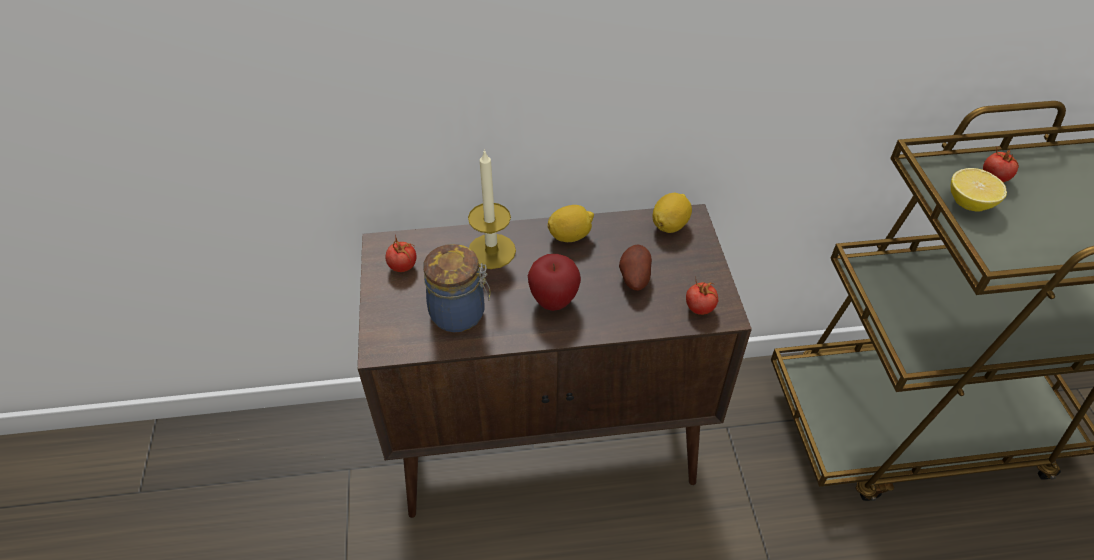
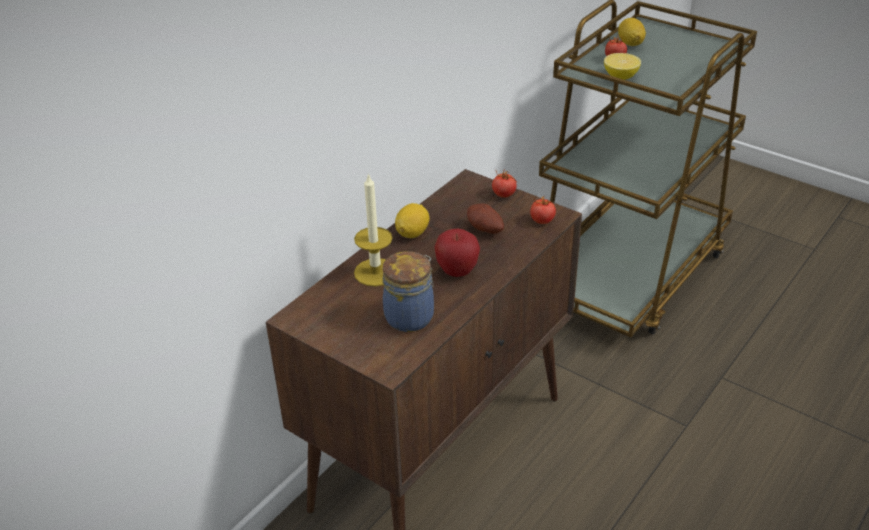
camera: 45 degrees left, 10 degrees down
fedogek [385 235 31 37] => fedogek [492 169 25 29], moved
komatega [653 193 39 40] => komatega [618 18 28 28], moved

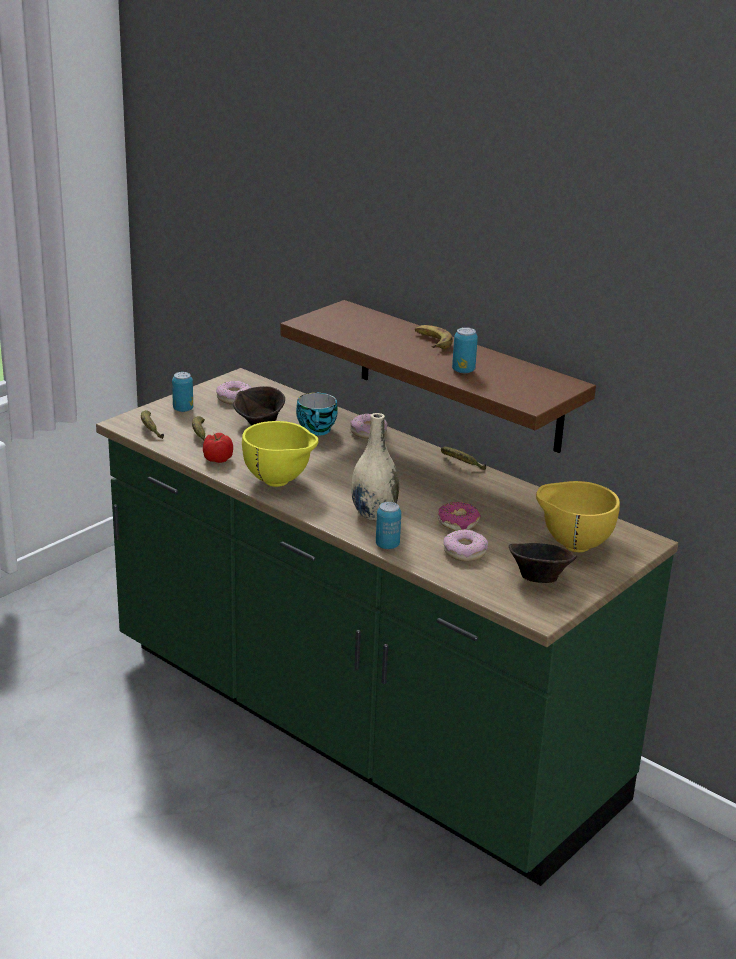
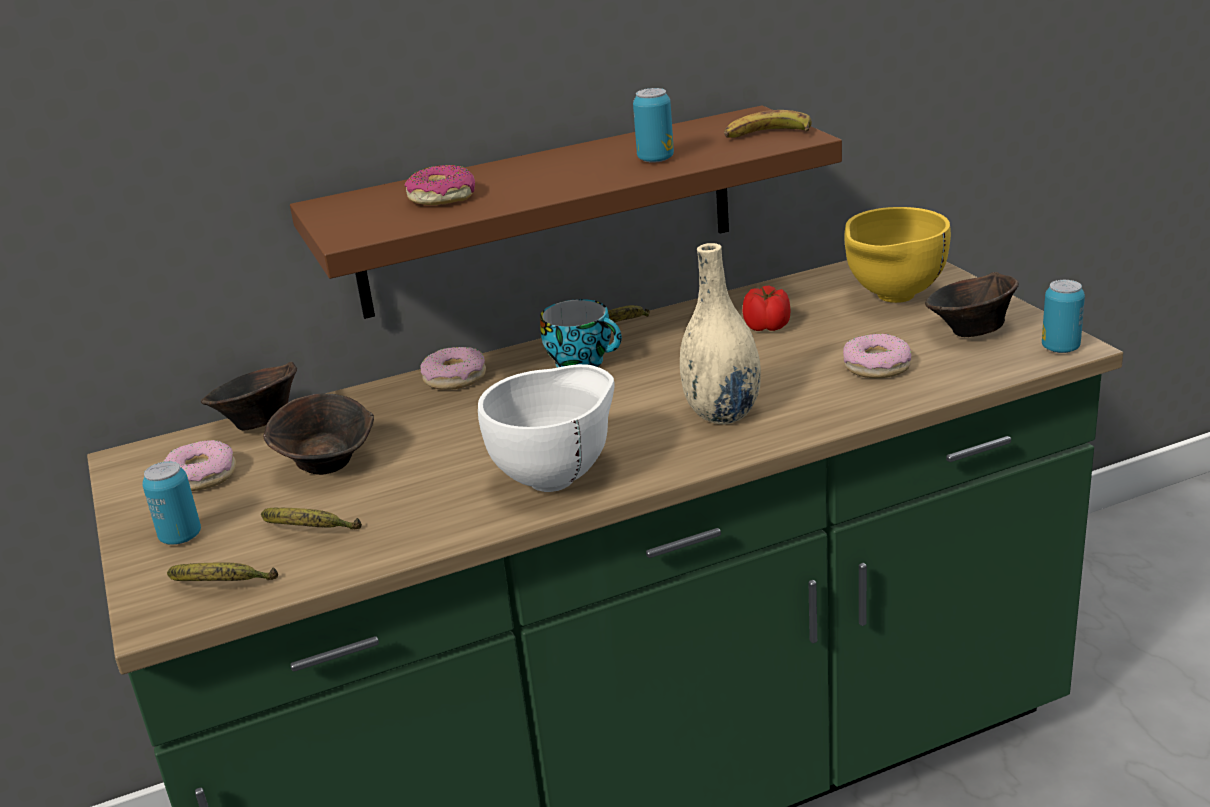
camera: 60 degrees left, 0 degrees up
fedogek [203 433 30 30] => fedogek [743 286 48 45], moved
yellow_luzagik [242 421 77 66] => white_luzagik [478 364 137 128]
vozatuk [296 393 42 43] => vozatuk [540 299 82 69], moved
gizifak [376 502 25 47] => gizifak [1042 280 43 73], moved
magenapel [415 325 38 24] => magenapel [724 110 88 28], moved
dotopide [438 502 43 29] => dotopide [405 165 70 40], moved
nothing => brown_luzagik [201 362 96 68]

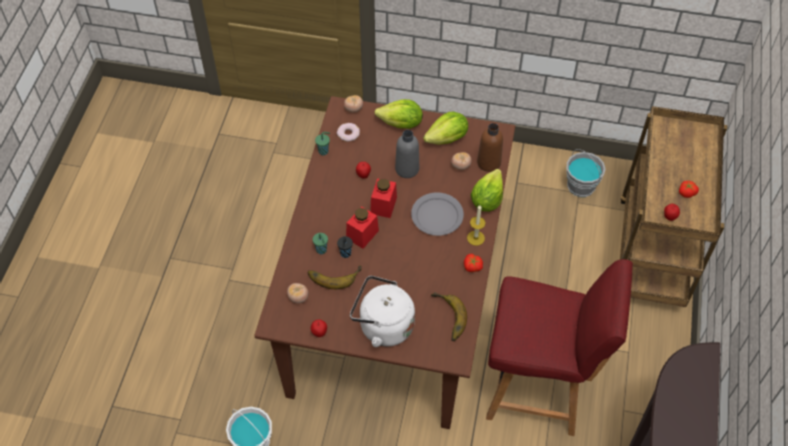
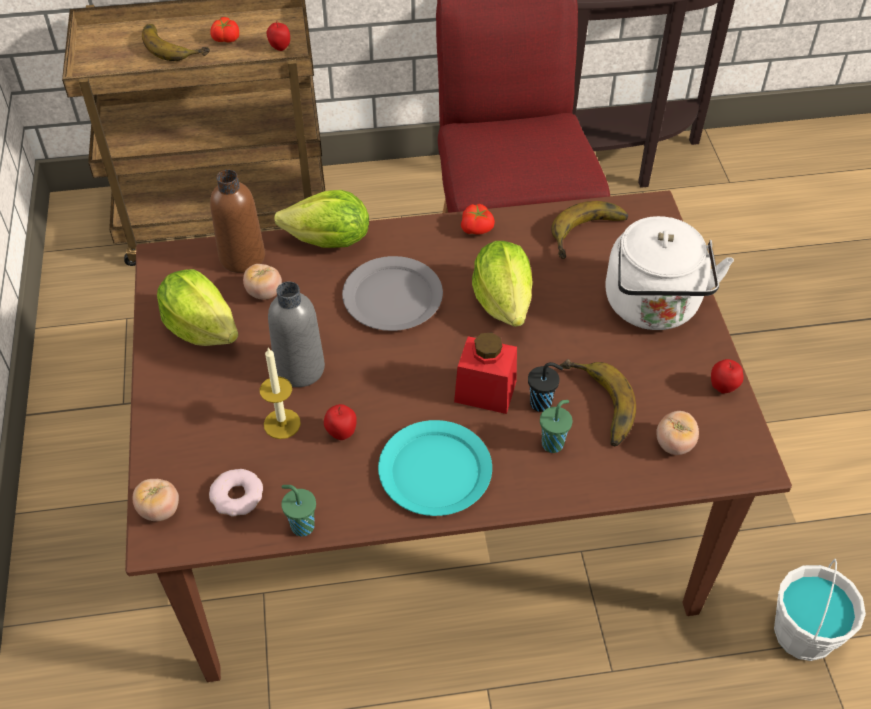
camera: 110 degrees left, 5 degrees down
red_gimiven [370 178 27 40] => nothing
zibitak [374 99 49 30] => zibitak [472 241 61 86], moved
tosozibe [467 205 19 41] => tosozibe [260 347 41 92], moved
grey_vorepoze [567 149 38 48] => nothing
nothing => magenapel [142 24 68 37]
nothing => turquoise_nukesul [378 420 114 96]

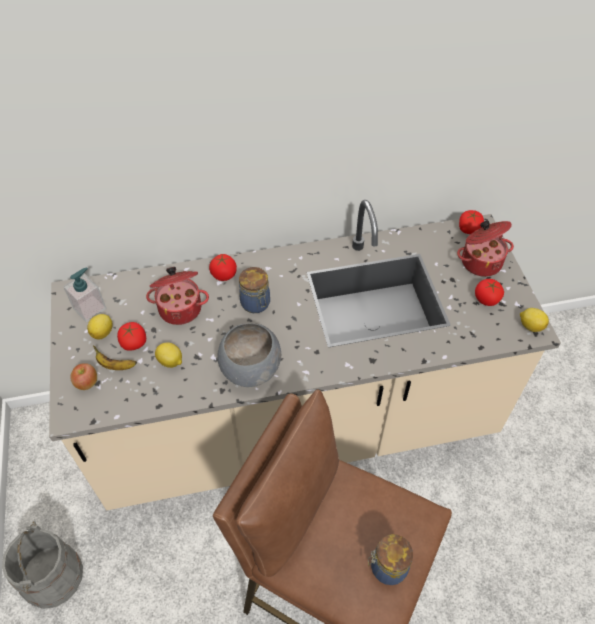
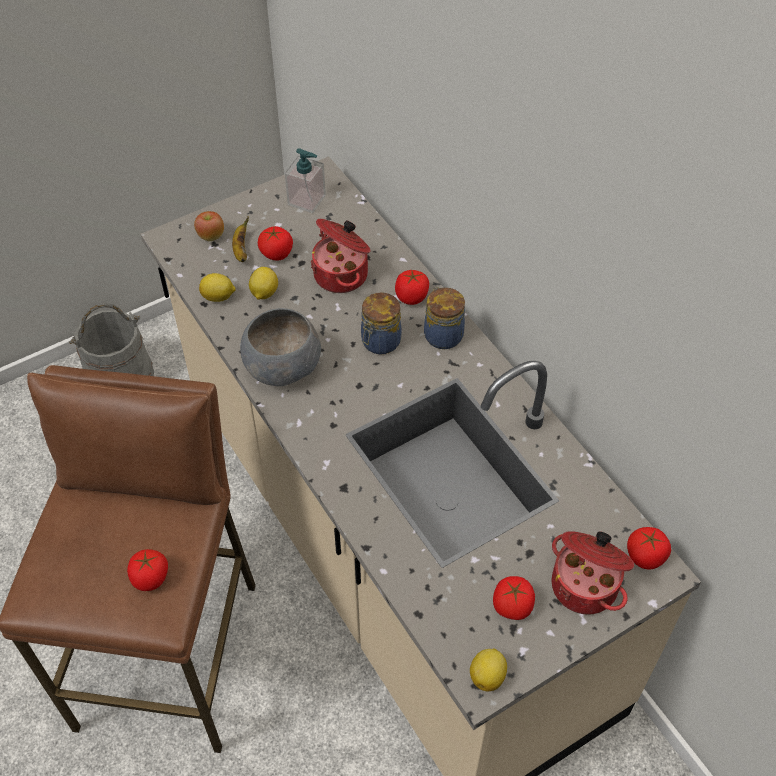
camera: 70 degrees right, 0 degrees up
komatega [87 314 25 26] => komatega [199 273 37 29], moved
gimiven [368 534 45 51] => gimiven [424 287 41 62], moved
nothing => fedogek [127 549 41 42]

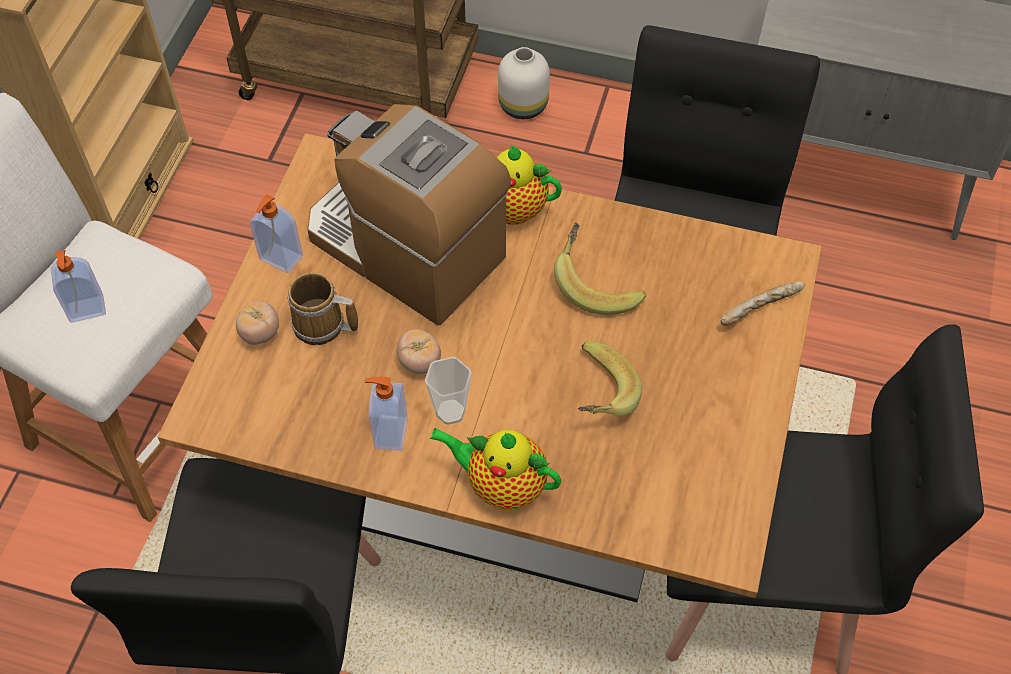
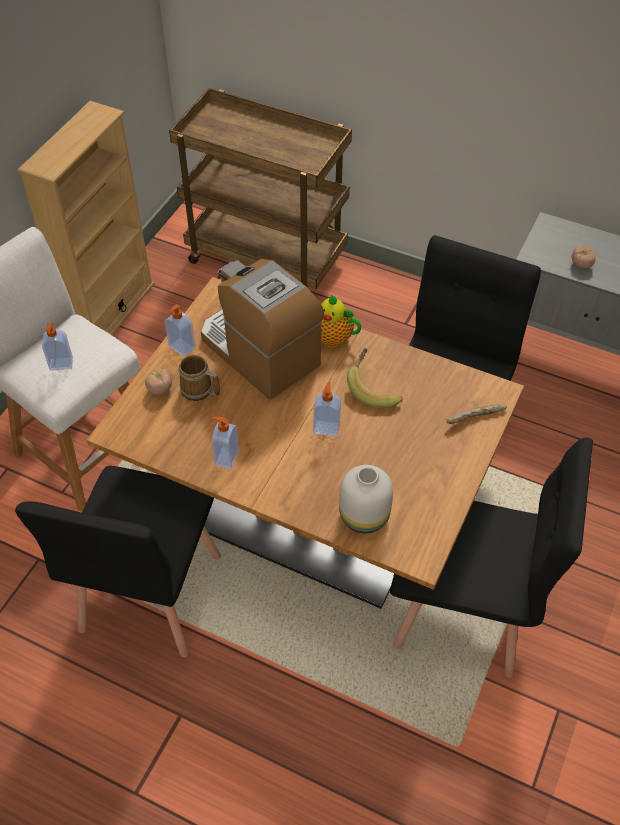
camera: 10 degrees right, 5 degrees down
fedogek [397 329 44 45] => fedogek [572 246 24 23], moved
vozatuk [425 357 47 68] => nothing
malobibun [430 428 131 82] => nothing
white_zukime [498 47 52 72] => white_zukime [339 465 54 68], moved
magenapel [578 341 64 75] => nothing
nothing => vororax [313 382 28 54]

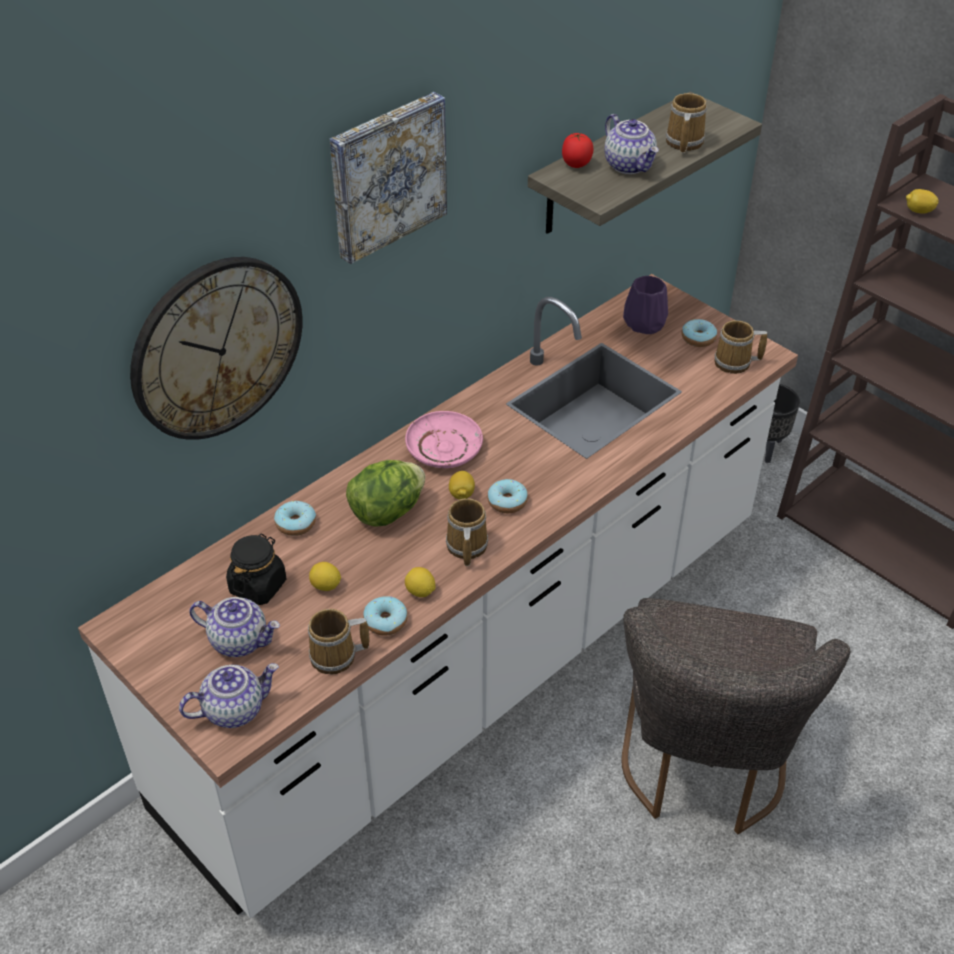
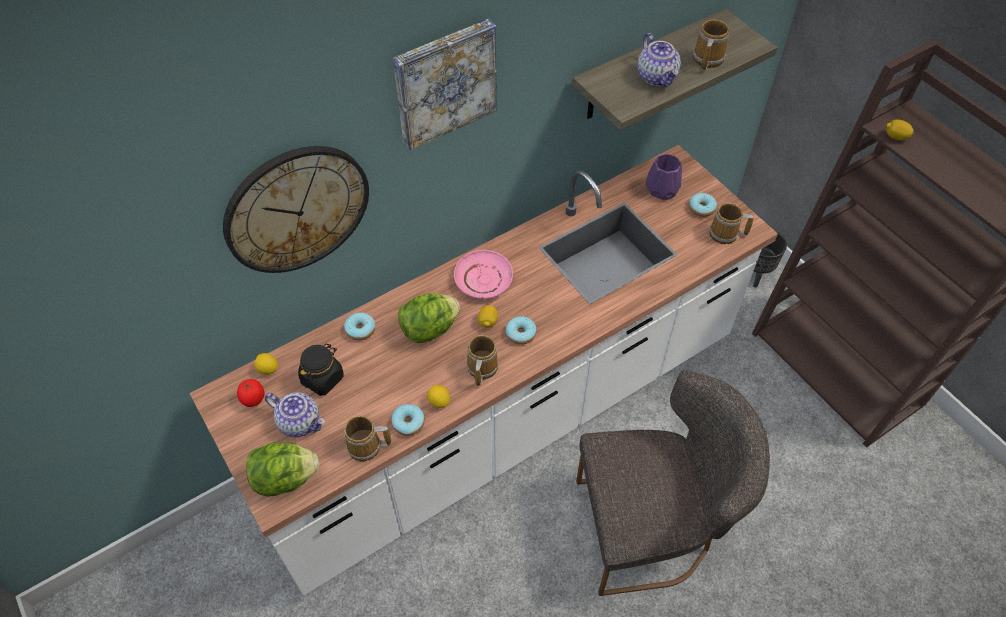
camera: 10 degrees right, 10 degrees up
malobibun [179 663 100 65] => zibitak [246 442 73 55]
komatega [309 562 32 29] => komatega [254 353 24 22], moved
fedogek [562 133 32 35] => fedogek [237 379 27 28], moved
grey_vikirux [621 598 229 236] => grey_vikirux [576 370 194 226], 120 degrees counterclockwise

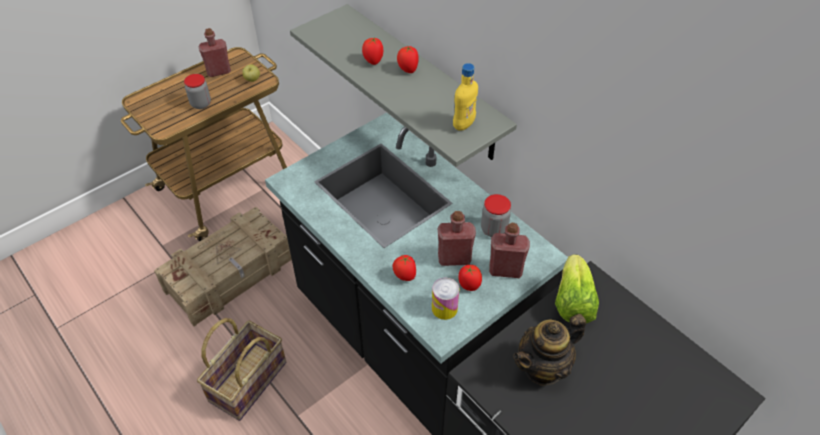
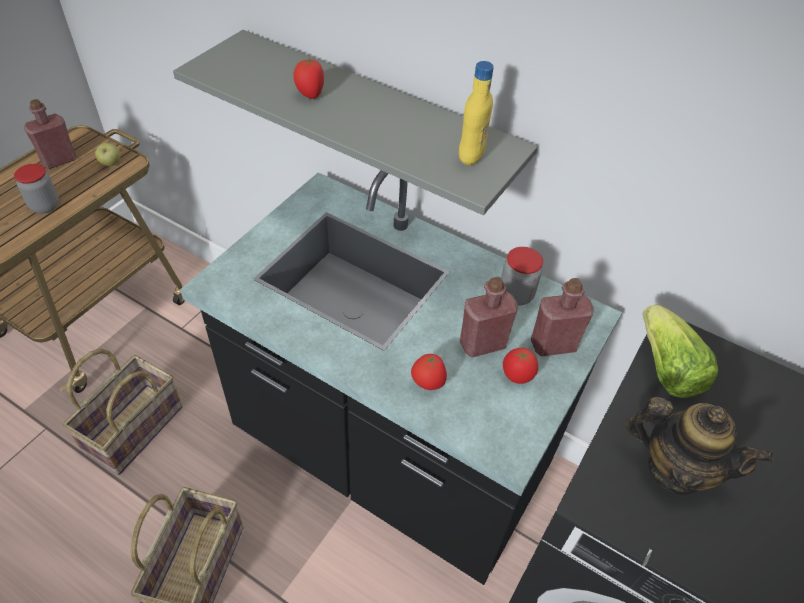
camera: 20 degrees left, 0 degrees up
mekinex [154 207 138 120] => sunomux [63 349 120 126]
fedogek [397 46 22 27] => nothing
gizifak [432 278 28 42] => nothing
malobibun [513 314 73 72] => malobibun [625 397 149 98], 105 degrees counterclockwise

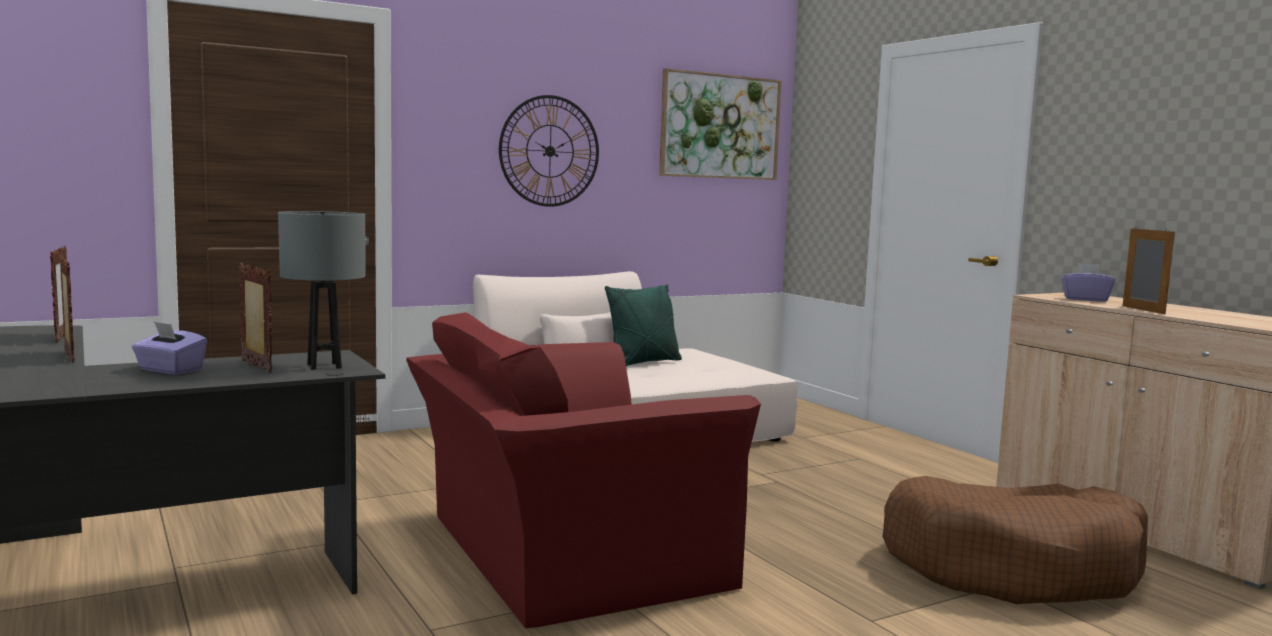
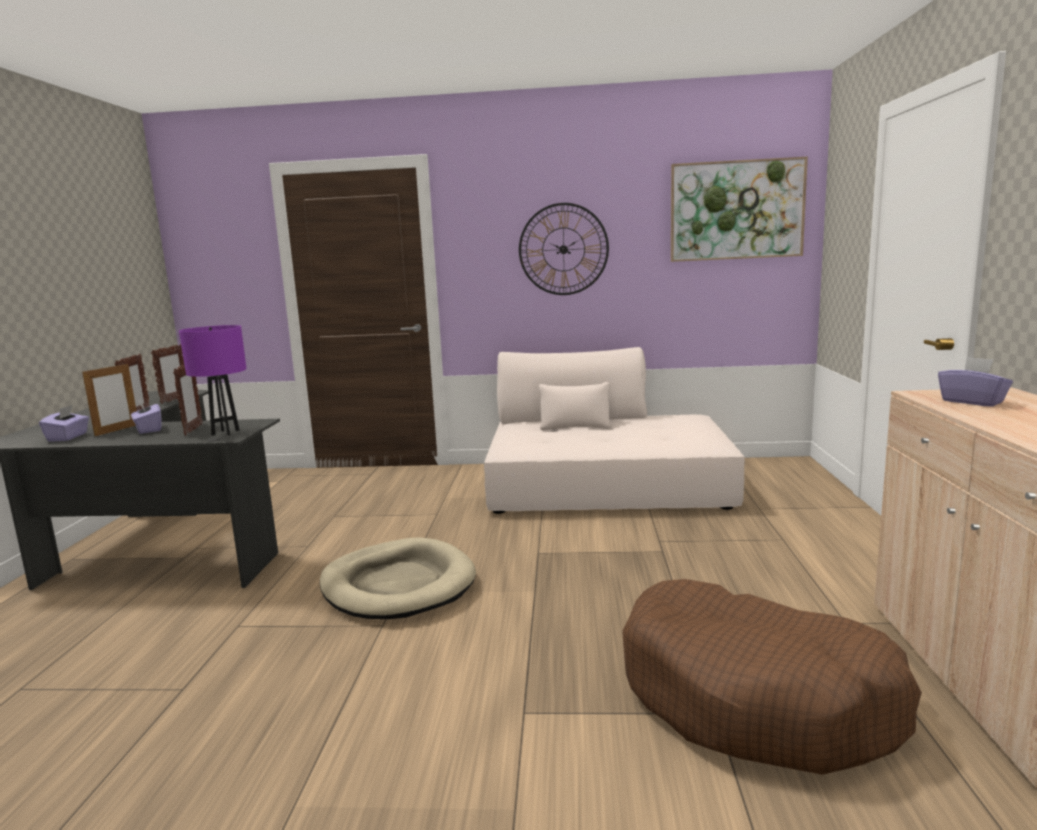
camera: 35 degrees right, 5 degrees up
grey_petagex [278 211 87 159] => purple_petagex [179 325 68 110]
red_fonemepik [406 312 355 316] => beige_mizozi [320 537 156 82]
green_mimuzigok [605 284 77 82] => nothing
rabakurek [1123 226 52 88] => rabakurek [82 364 54 72], moved
nothing => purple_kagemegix [39 405 50 37]

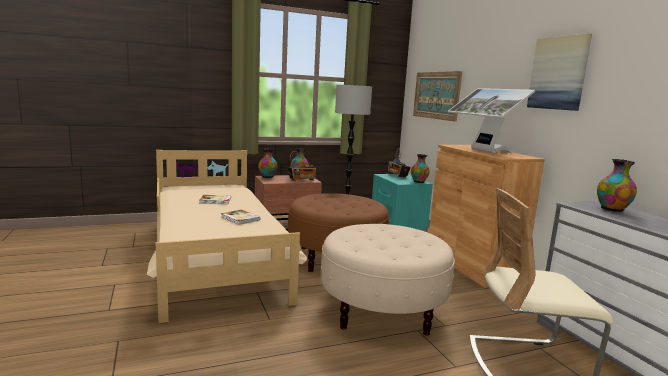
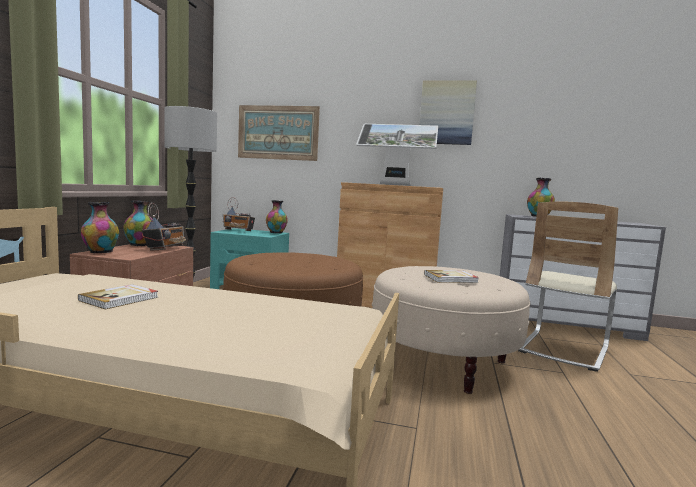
camera: 55 degrees left, 5 degrees down
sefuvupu [221 210 39 15] => sefuvupu [424 270 55 13], moved

